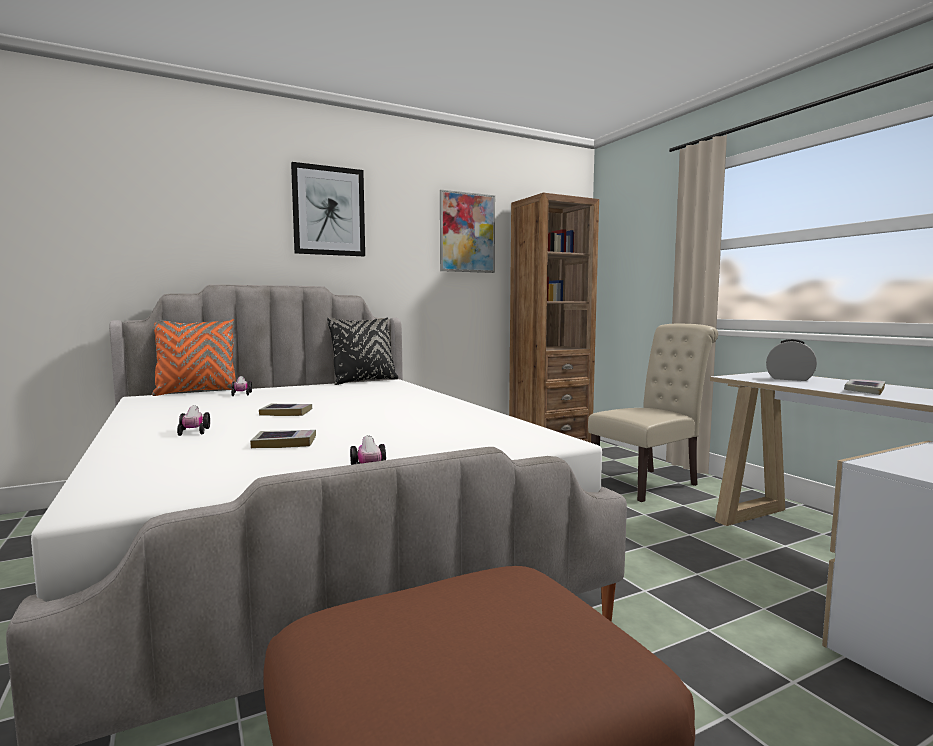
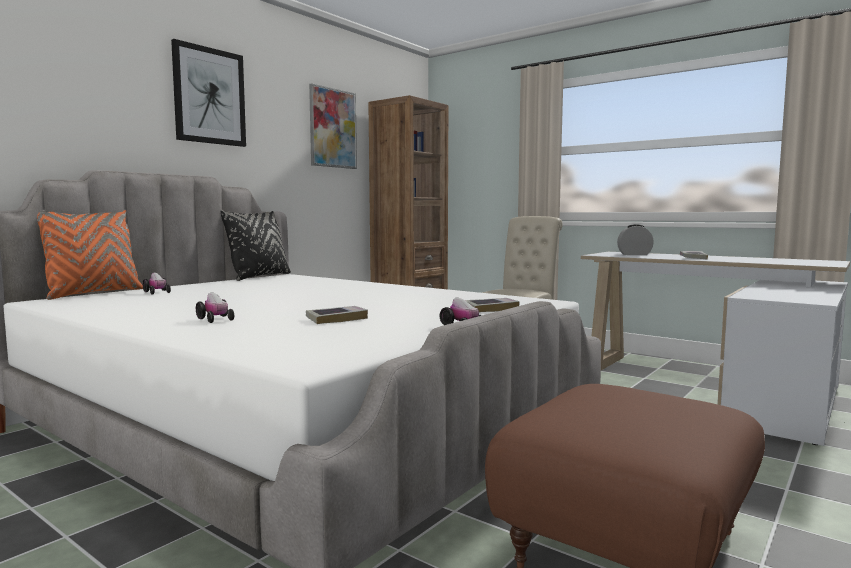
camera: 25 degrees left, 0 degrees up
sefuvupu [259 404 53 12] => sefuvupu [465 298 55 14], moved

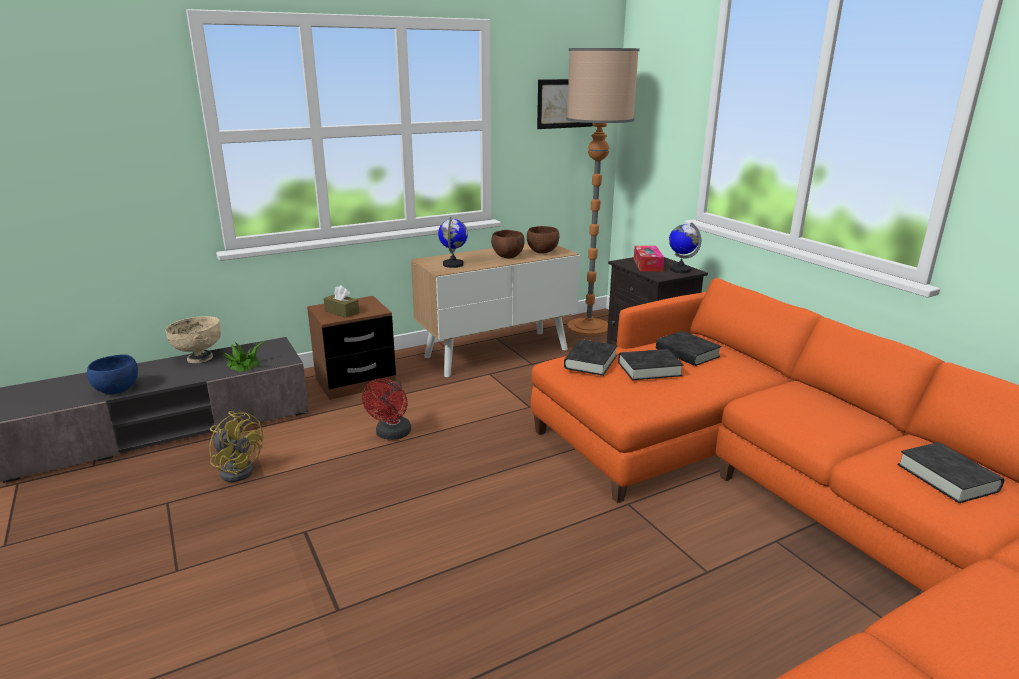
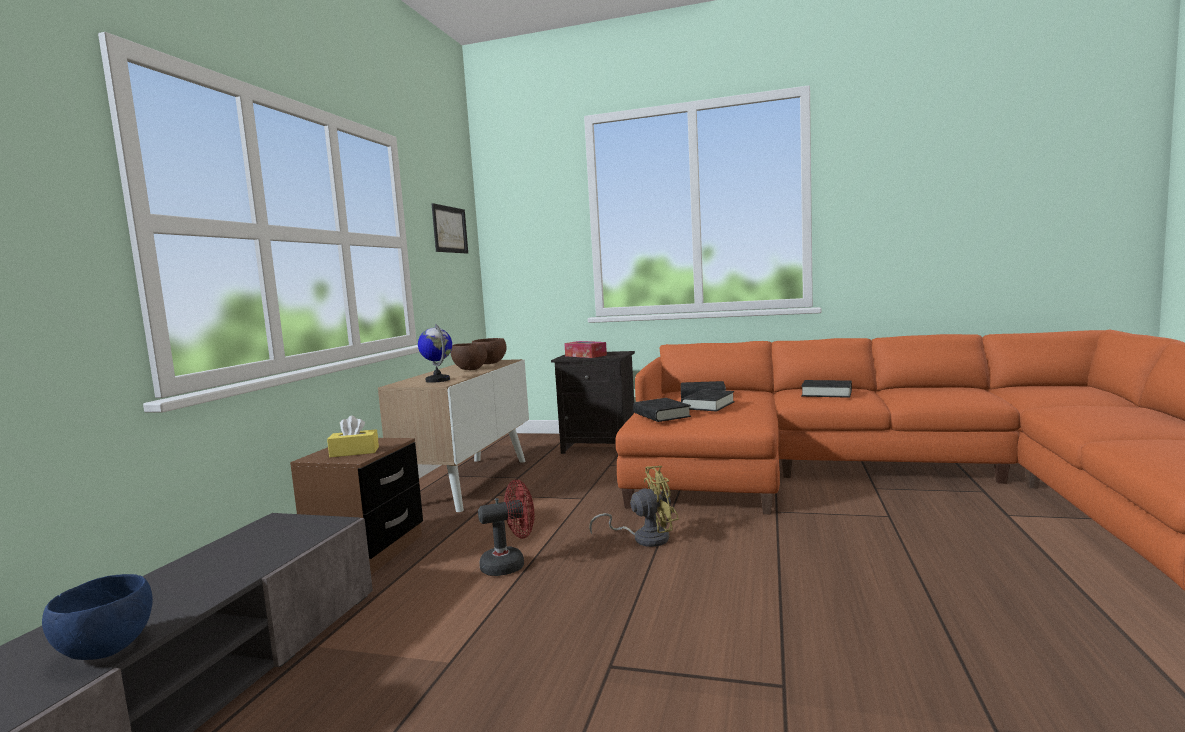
camera: 45 degrees left, 15 degrees down
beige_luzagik [165 316 56 47] => nothing
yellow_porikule [209 411 54 71] => yellow_porikule [589 466 90 81], moved
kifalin [222 341 43 31] => nothing
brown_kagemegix [324 285 35 33] => yellow_kagemegix [327 416 52 41]
red_porikule [362 378 49 62] => red_porikule [478 480 56 96], 75 degrees counterclockwise
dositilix [566 48 74 288] => nothing
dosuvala [669 222 32 51] => nothing
black_sefuvupu [897 442 107 61] => black_sefuvupu [801 380 51 18], moved

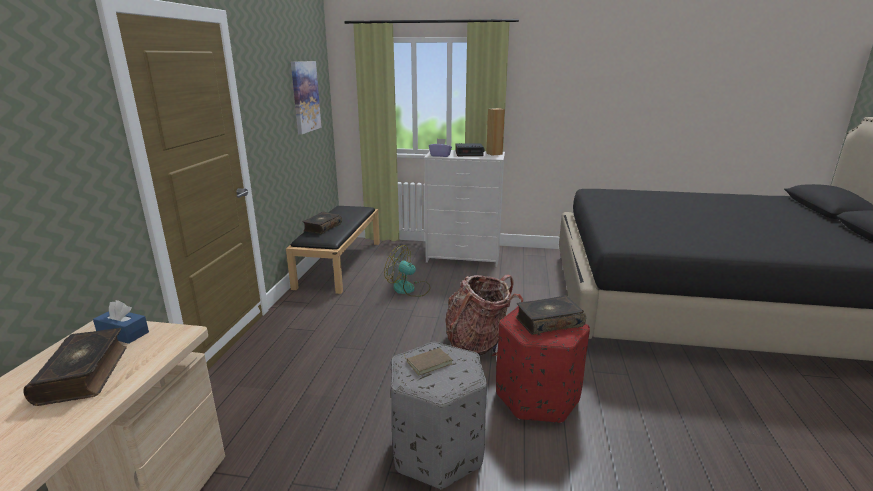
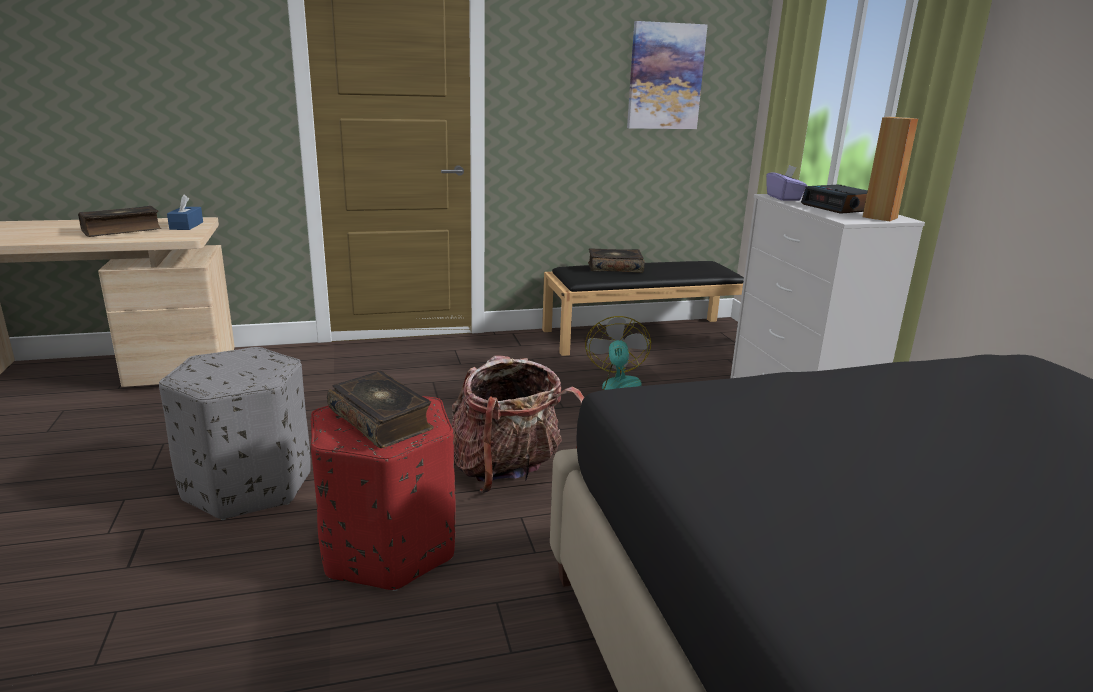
camera: 65 degrees right, 0 degrees up
brown_sefuvupu [403 348 50 27] => nothing

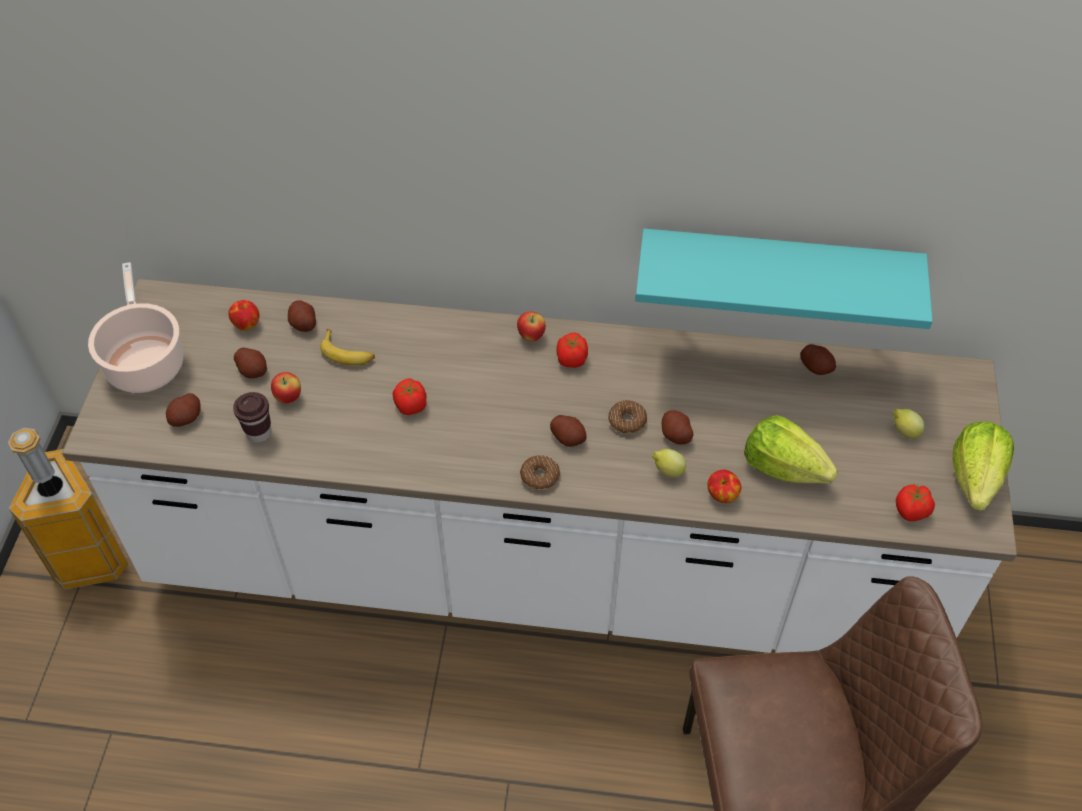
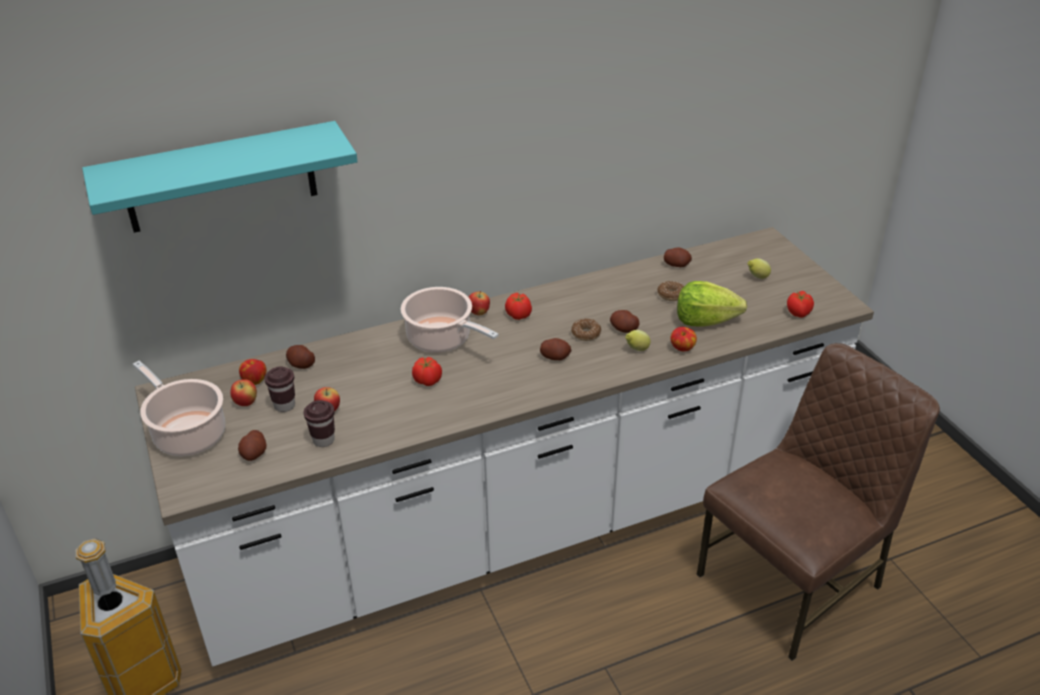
camera: 30 degrees left, 15 degrees down
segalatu [234 347 33 31] => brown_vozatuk [264 366 31 46]
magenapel [320 329 55 37] => nothing
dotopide [520 455 40 35] => dotopide [657 281 27 20], moved
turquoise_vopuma [635 228 298 101] => turquoise_vopuma [82 121 276 112], moved
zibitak [952 422 62 89] => nothing
nothing => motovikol [230 379 27 27]
nothing => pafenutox [401 287 98 66]

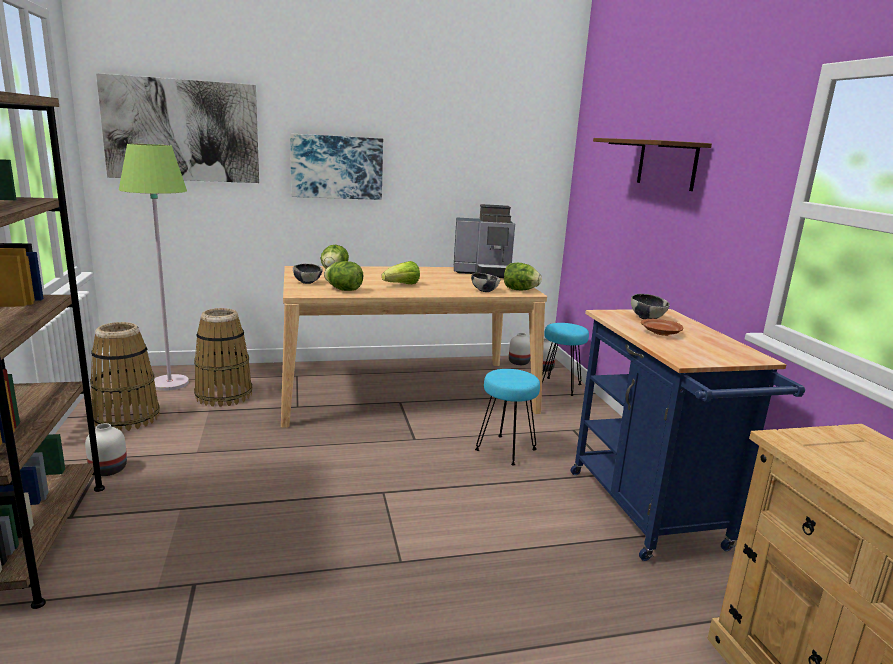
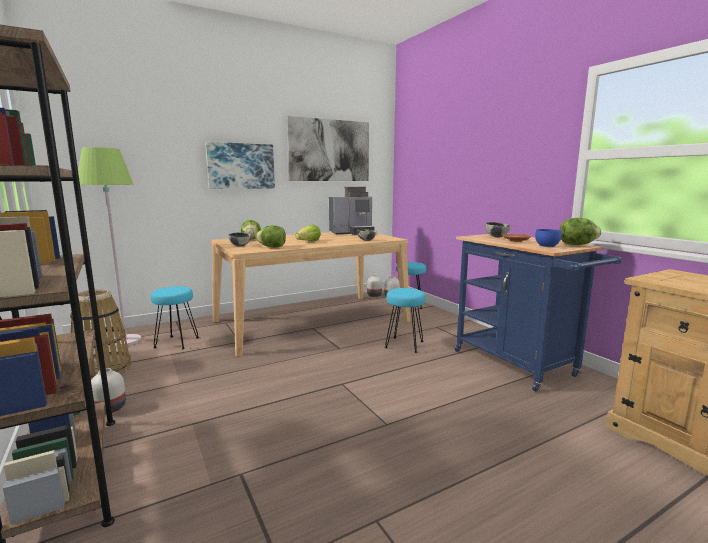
camera: 15 degrees left, 5 degrees down
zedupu [96 73 163 110] => zedupu [287 116 82 65], moved
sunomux [194 308 58 99] => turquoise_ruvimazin [151 286 48 63]
zibitak [504 263 38 27] => zibitak [560 218 41 27], moved
brown_vopuma [593 138 119 53] => nothing
nothing => blue_luzagik [535 229 27 18]

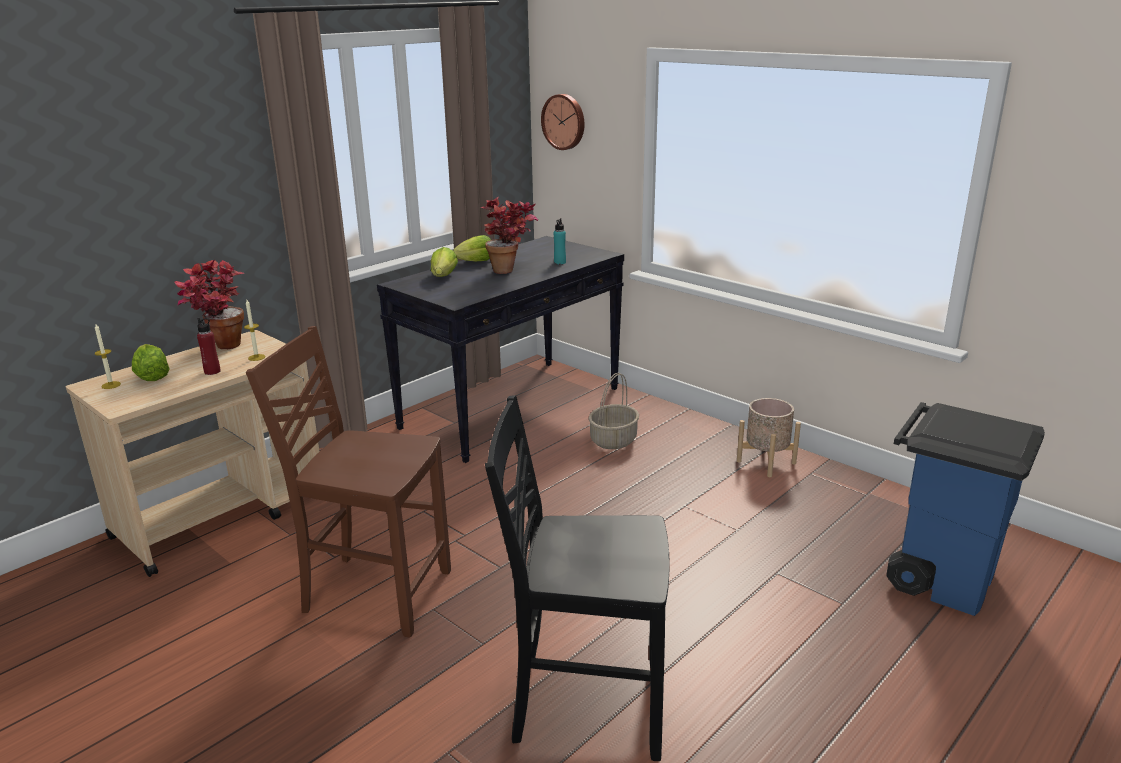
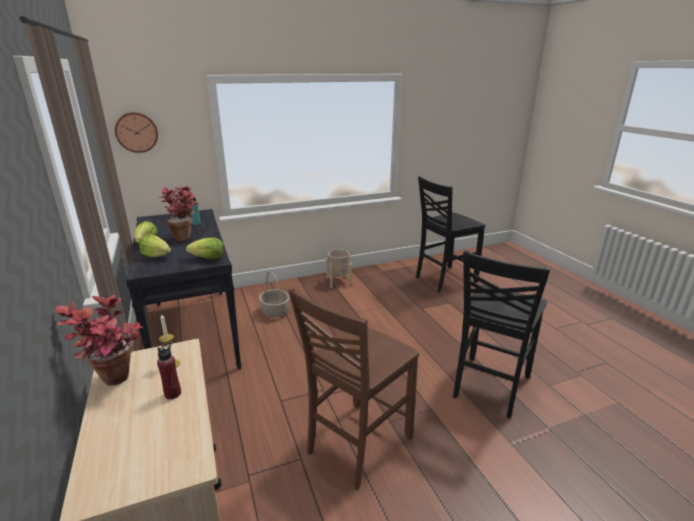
camera: 65 degrees left, 0 degrees up
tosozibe [95 324 26 65] => nothing
zibitak [132 344 38 37] => zibitak [186 238 38 21], moved
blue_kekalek [886 402 159 214] => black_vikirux [416 177 69 115]

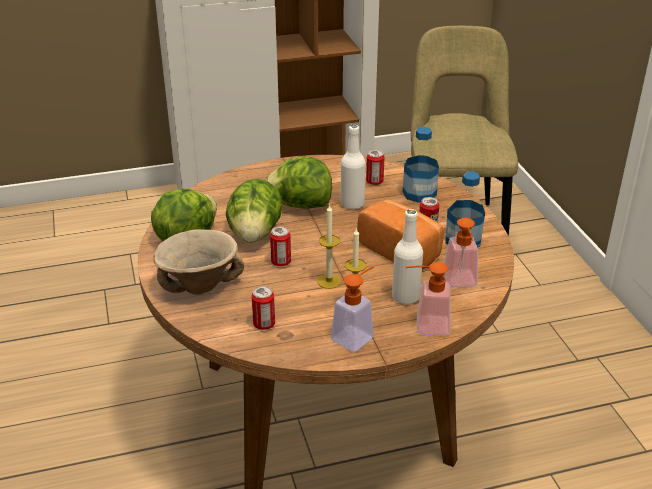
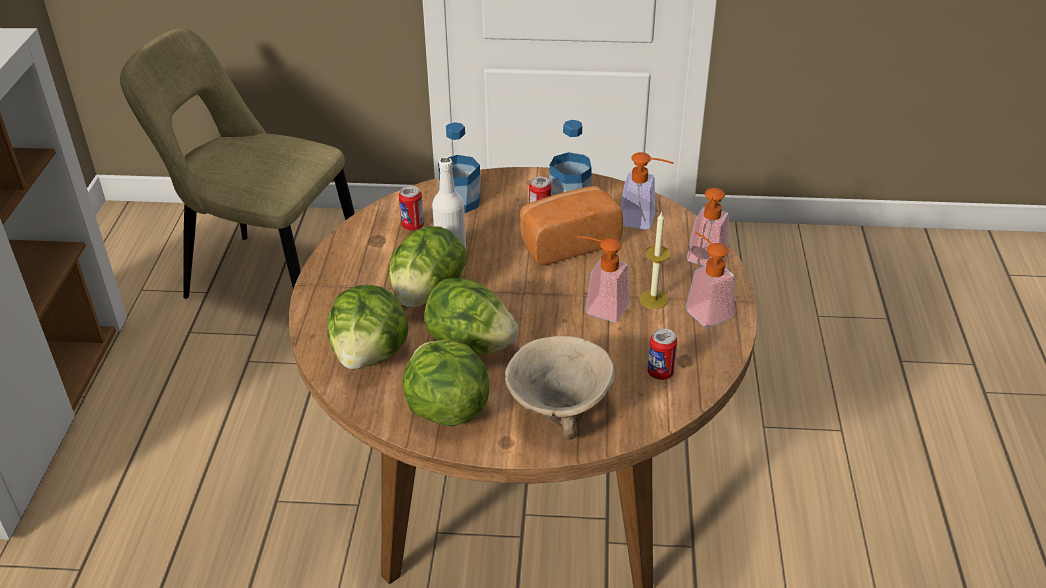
camera: 70 degrees left, 5 degrees up
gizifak [270 226 21 40] => nothing
tosozibe [317 204 24 85] => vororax [577 236 53 86]
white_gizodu [392 209 31 96] => nothing
nothing => zibitak [328 285 81 84]

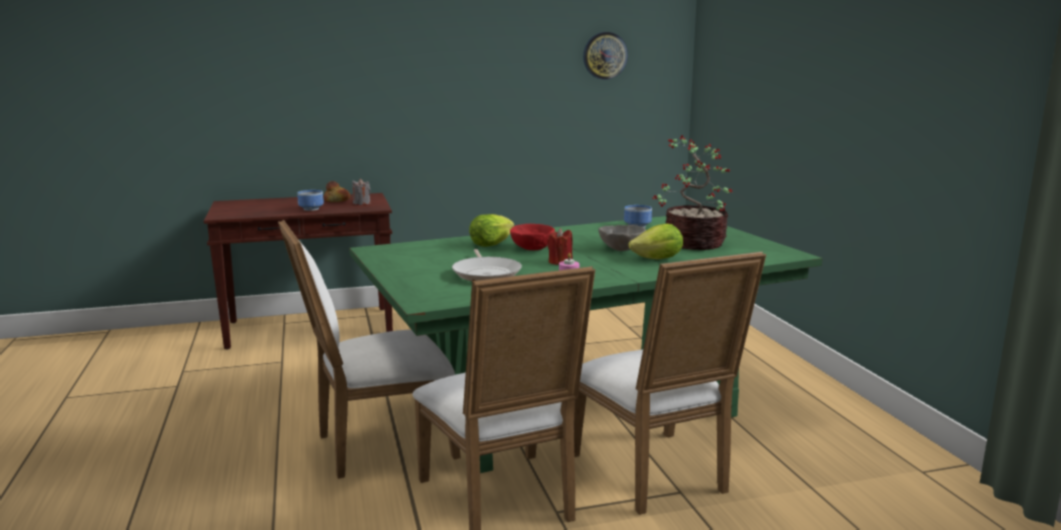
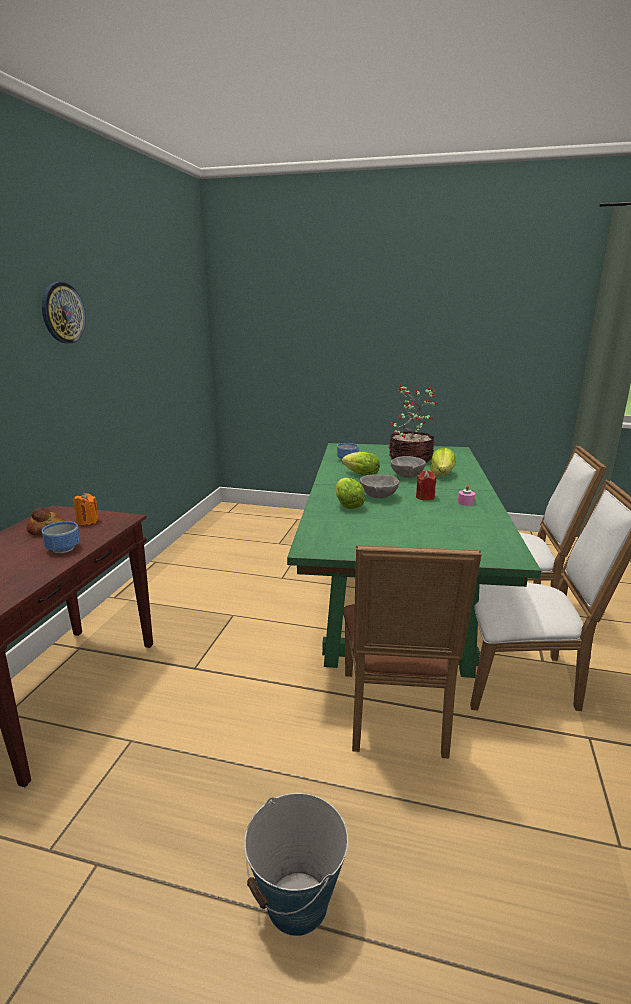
camera: 60 degrees left, 5 degrees up
white_vikirux [278 220 183 259] => brown_vikirux [343 545 139 214]
grey_tosozibe [352 179 18 26] => orange_tosozibe [73 493 26 32]
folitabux [452 249 70 32] => nothing
red_luzagik [510 224 45 26] => grey_luzagik [360 474 39 24]
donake [583 32 45 48] => donake [42 282 44 62], moved
nothing => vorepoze [244 793 104 143]
nothing => zibitak [342 452 38 24]

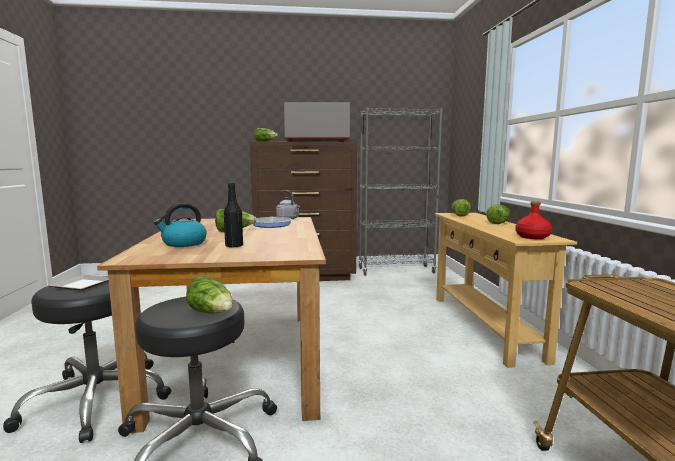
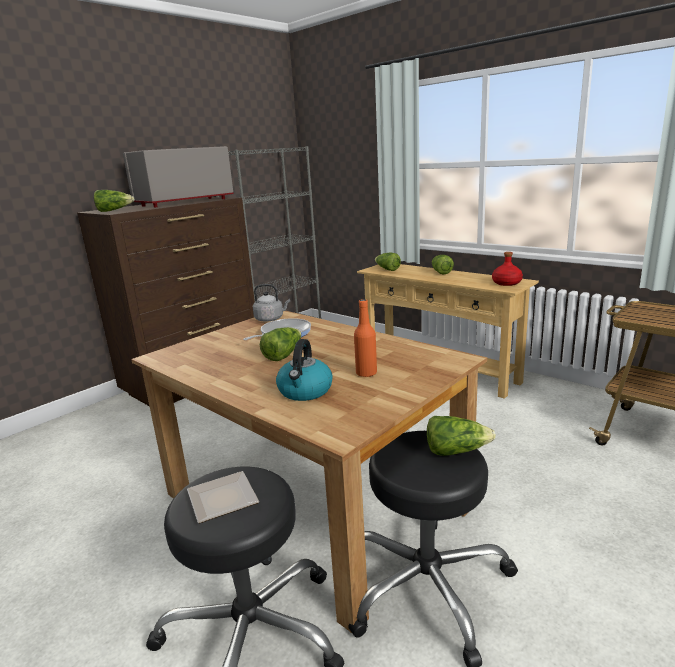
camera: 40 degrees left, 10 degrees up
black_gizodu [224 182 19 66] => orange_gizodu [354 299 23 78]

